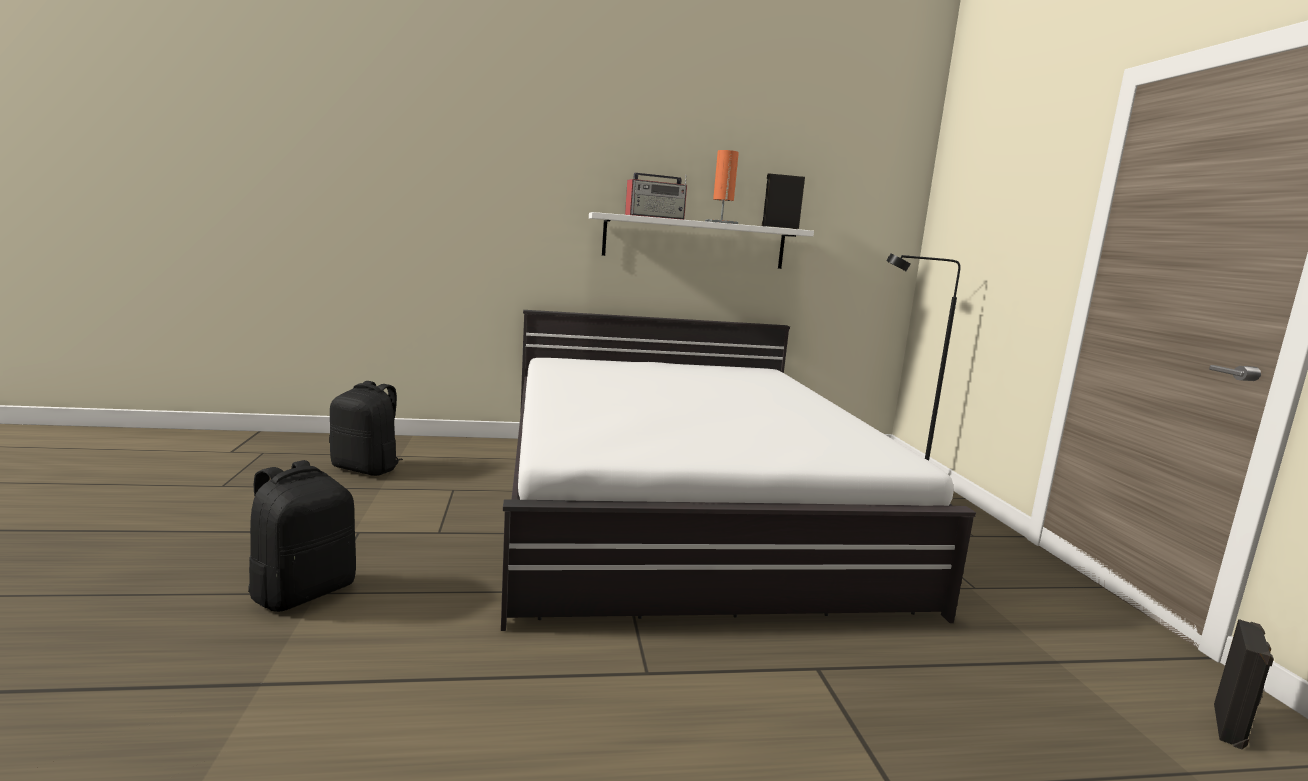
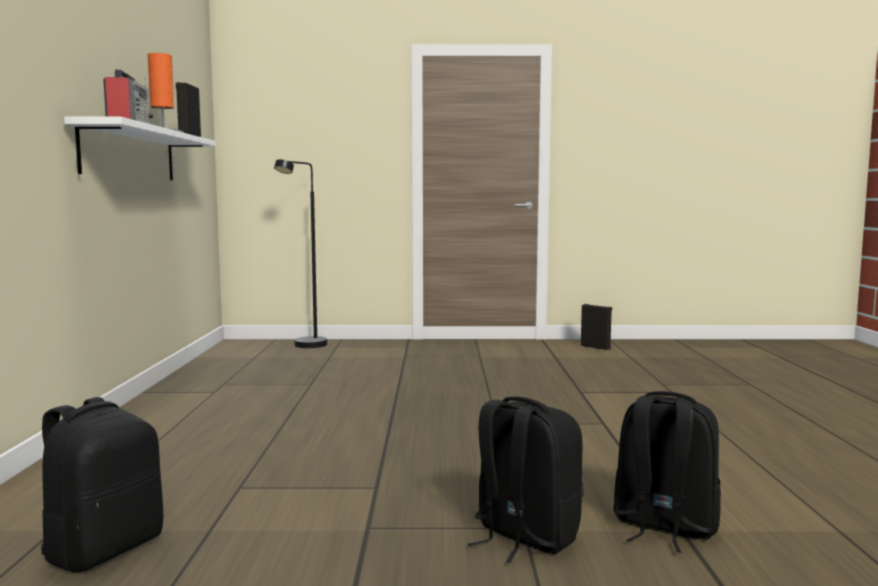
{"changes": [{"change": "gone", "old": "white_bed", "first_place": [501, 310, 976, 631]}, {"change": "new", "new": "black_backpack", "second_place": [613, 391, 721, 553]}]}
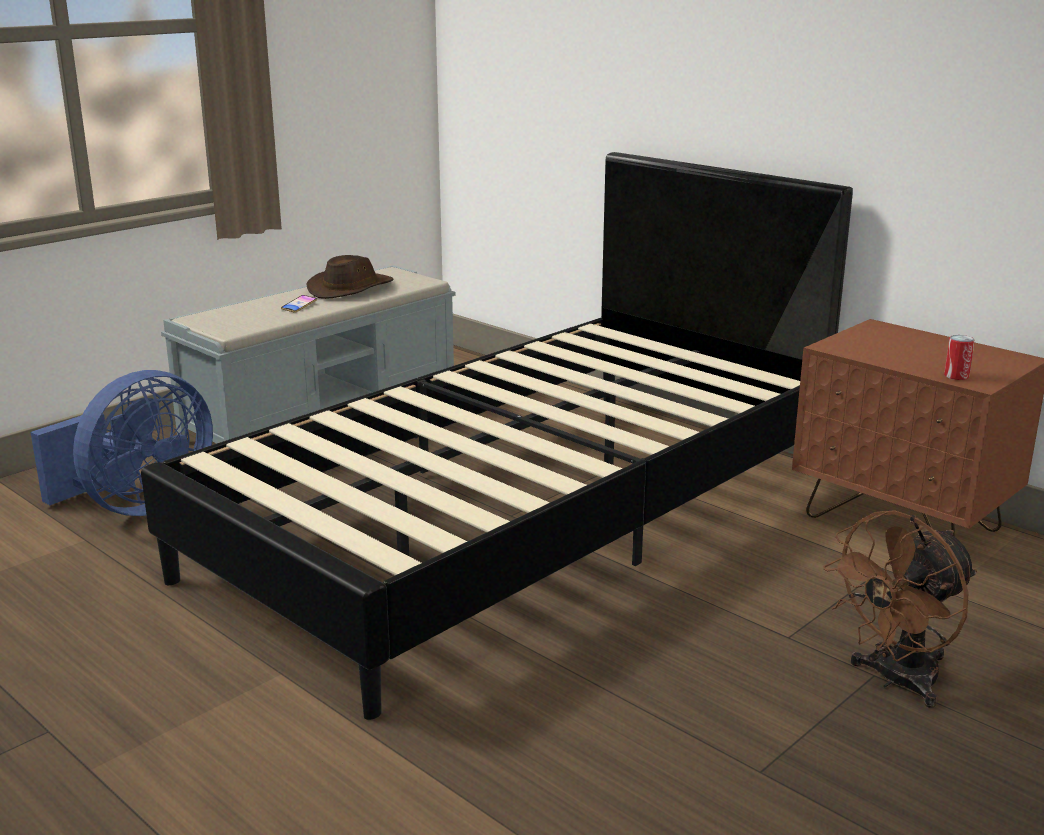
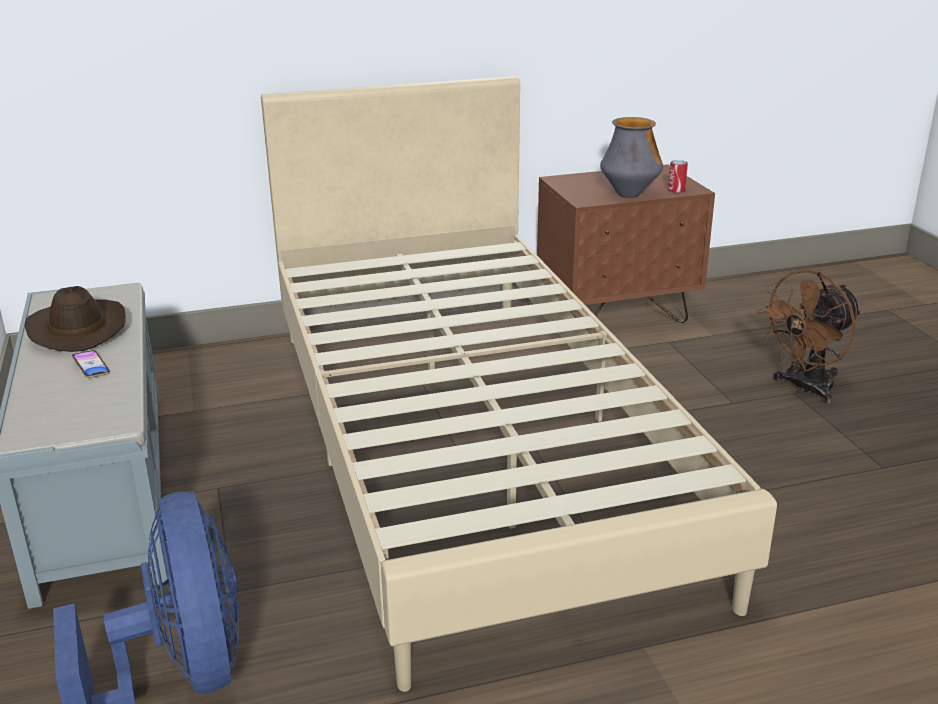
{"changes": [{"change": "repainted", "old": "black_bed", "new": "beige_bed", "first_place": [141, 152, 853, 720], "second_place": [261, 76, 777, 692]}, {"change": "rotated", "old": "brown_fan", "first_place": [823, 510, 977, 708], "second_place": [757, 270, 862, 404], "degrees": 60}, {"change": "new", "new": "vase", "second_place": [600, 117, 663, 198]}]}
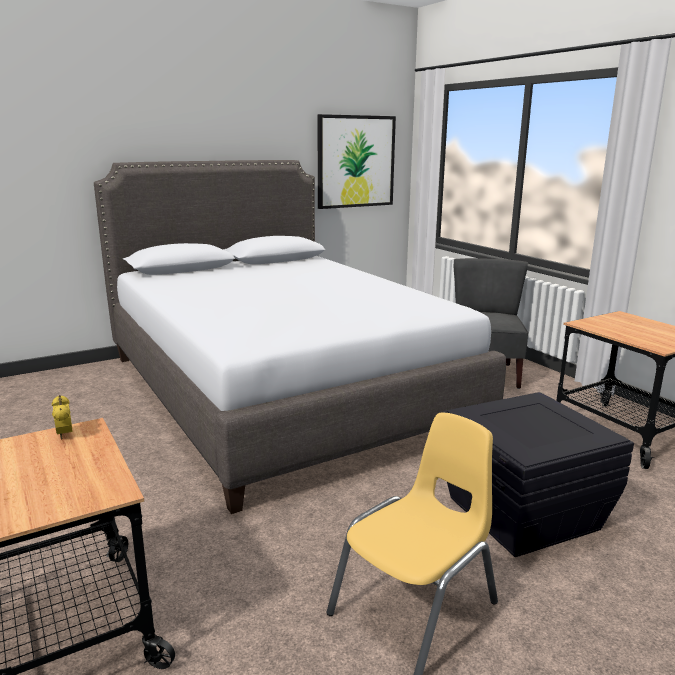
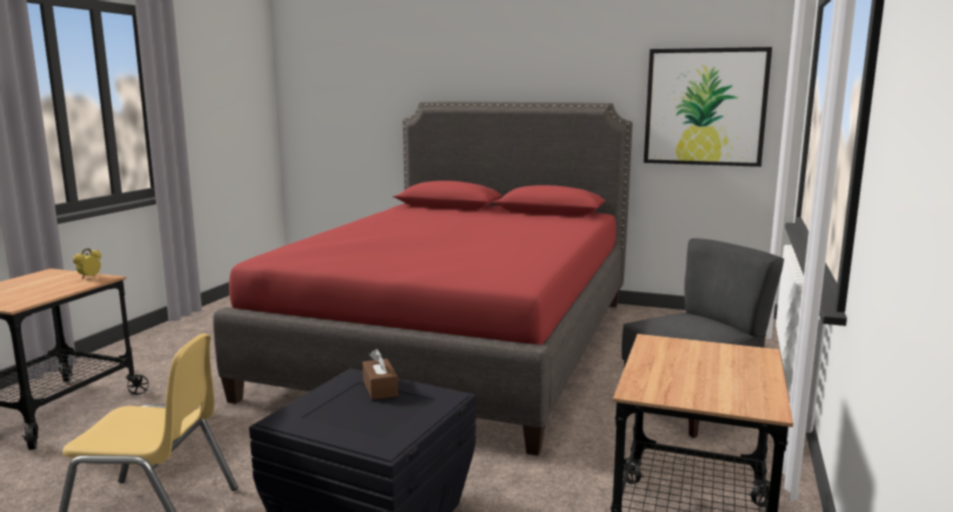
{"changes": [{"change": "repainted", "old": "grey_bed", "new": "red_bed", "first_place": [94, 160, 506, 514], "second_place": [213, 101, 633, 456]}, {"change": "new", "new": "brown_tissue_box", "second_place": [362, 349, 398, 400]}]}
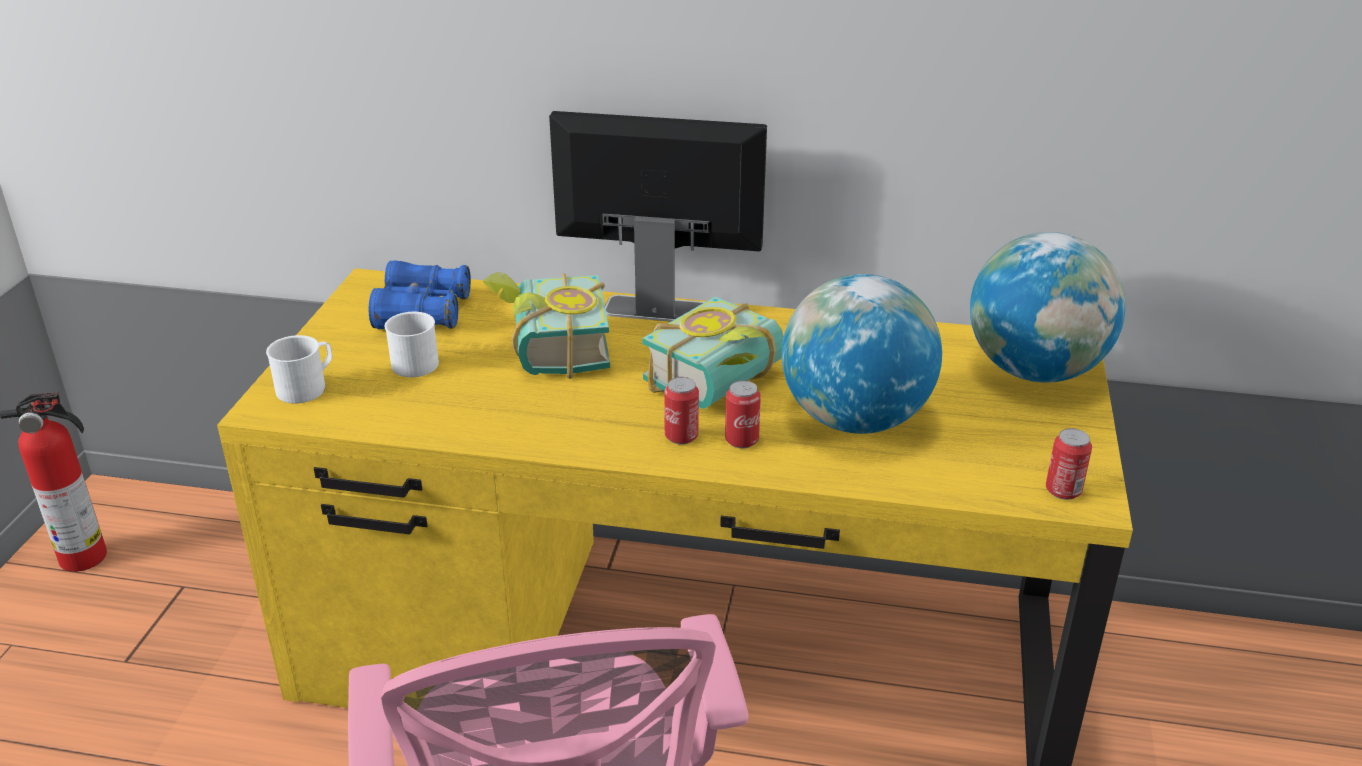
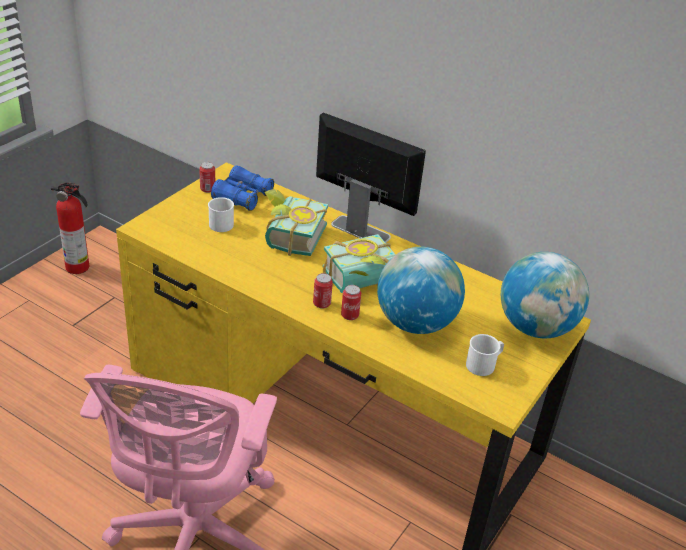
{"changes": [{"change": "shifted", "old": "white_mug", "first_place": [266, 335, 332, 404], "second_place": [466, 334, 504, 376]}, {"change": "shifted", "old": "can", "first_place": [1046, 428, 1092, 500], "second_place": [199, 162, 215, 193]}]}
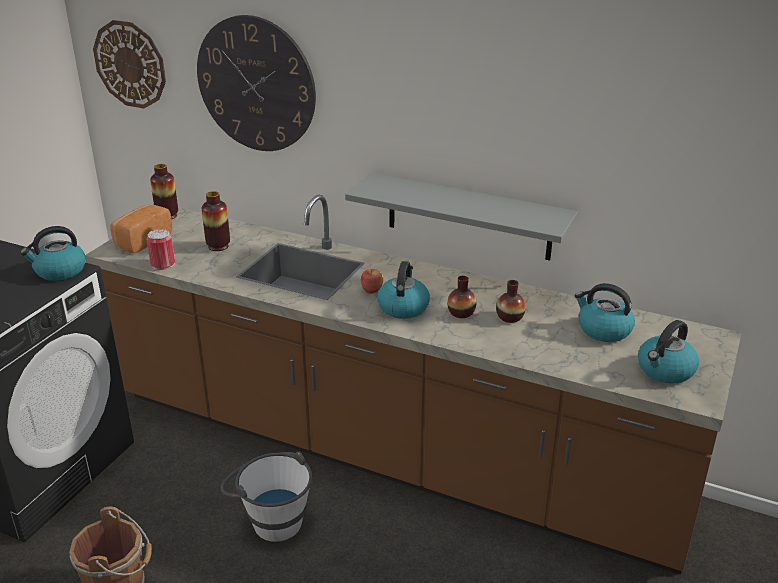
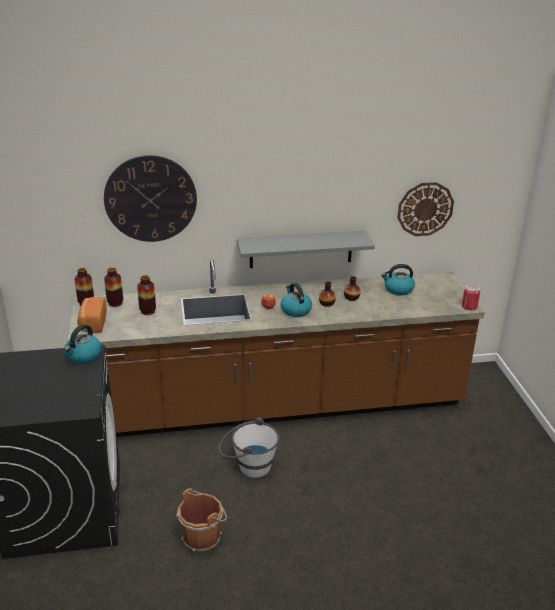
{"changes": [{"change": "shifted", "old": "wall_clock", "first_place": [93, 20, 166, 109], "second_place": [397, 182, 454, 236]}, {"change": "shifted", "old": "can", "first_place": [147, 229, 175, 270], "second_place": [462, 285, 480, 311]}, {"change": "gone", "old": "kettle", "first_place": [638, 320, 699, 384]}, {"change": "new", "new": "vase", "second_place": [104, 267, 123, 307]}]}
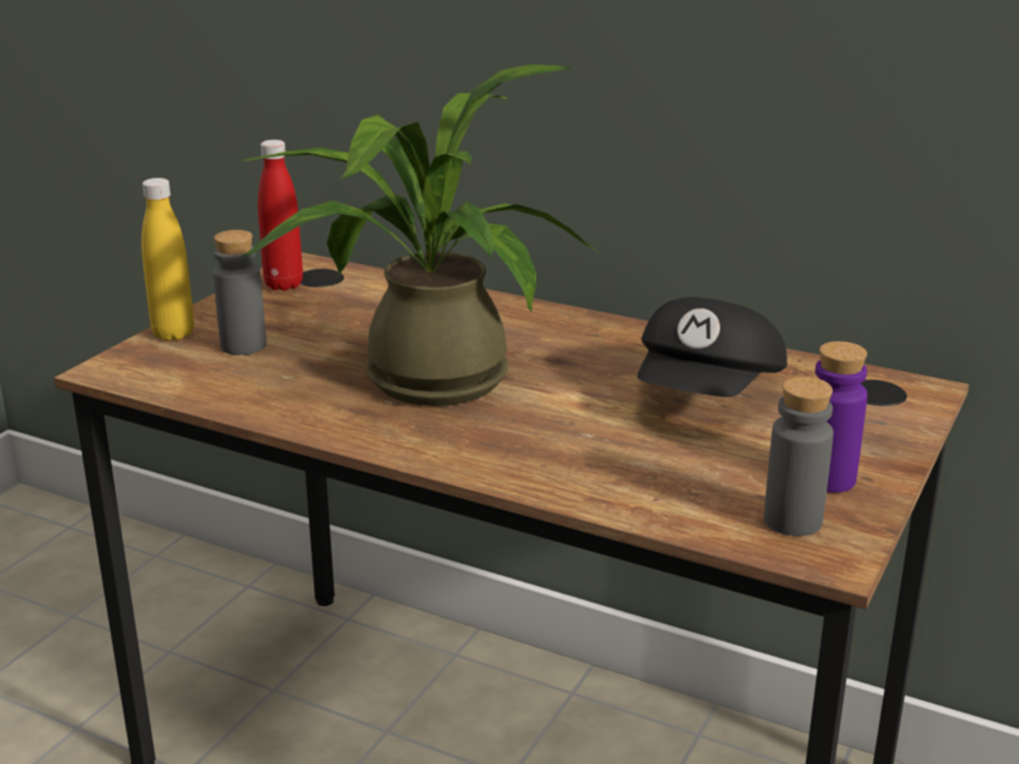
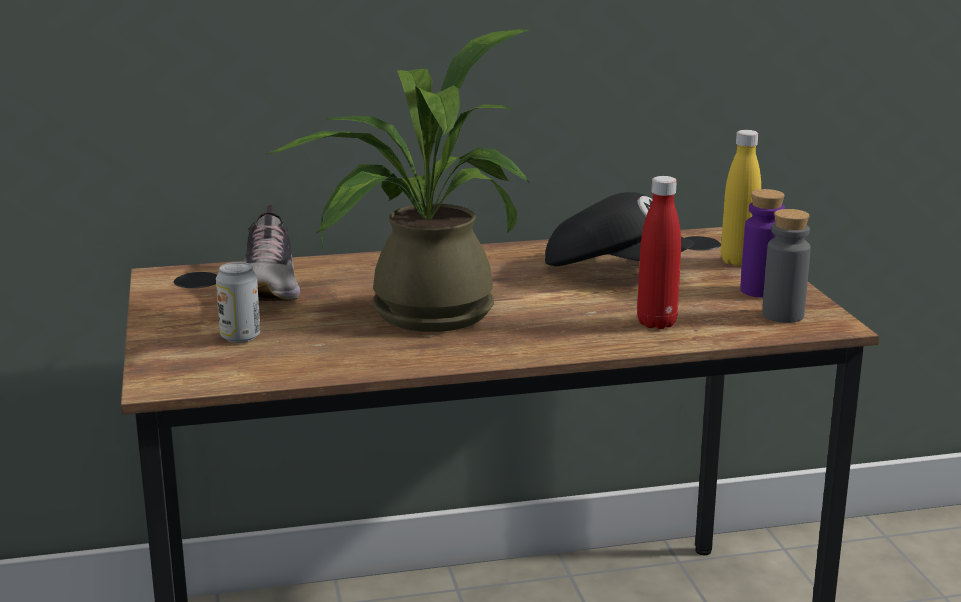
{"changes": [{"change": "shifted", "old": "yellow_bottle", "first_place": [141, 178, 194, 341], "second_place": [721, 130, 761, 266]}, {"change": "swapped", "old": "grey_bottle", "new": "can", "first_place": [213, 230, 266, 355], "second_place": [216, 262, 260, 343]}, {"change": "shifted", "old": "red_bottle", "first_place": [258, 140, 303, 291], "second_place": [637, 176, 681, 329]}, {"change": "rotated", "old": "black_cap", "first_place": [637, 297, 787, 397], "second_place": [545, 192, 694, 266], "degrees": -45}, {"change": "new", "new": "shoe", "second_place": [244, 205, 300, 301]}]}
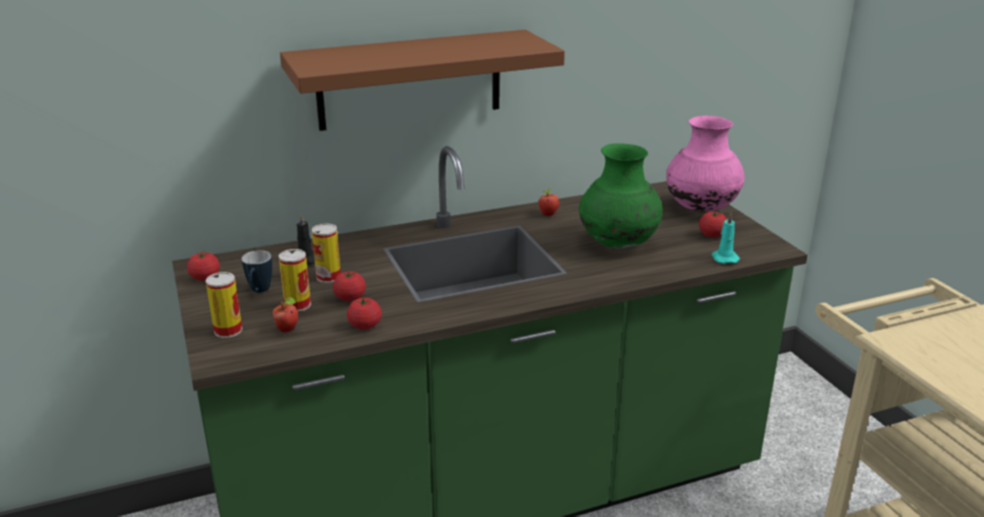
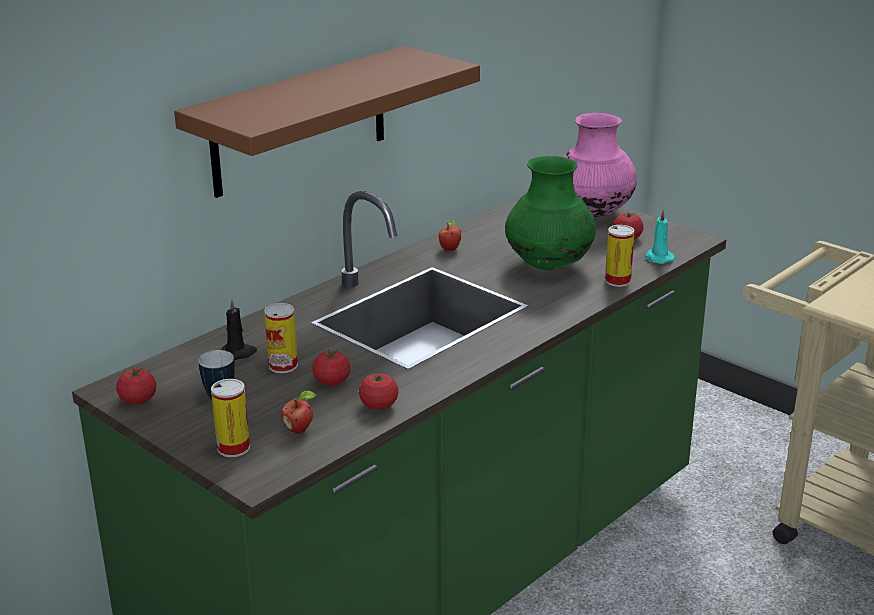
{"changes": [{"change": "shifted", "old": "can", "first_place": [279, 249, 311, 312], "second_place": [605, 225, 635, 287]}]}
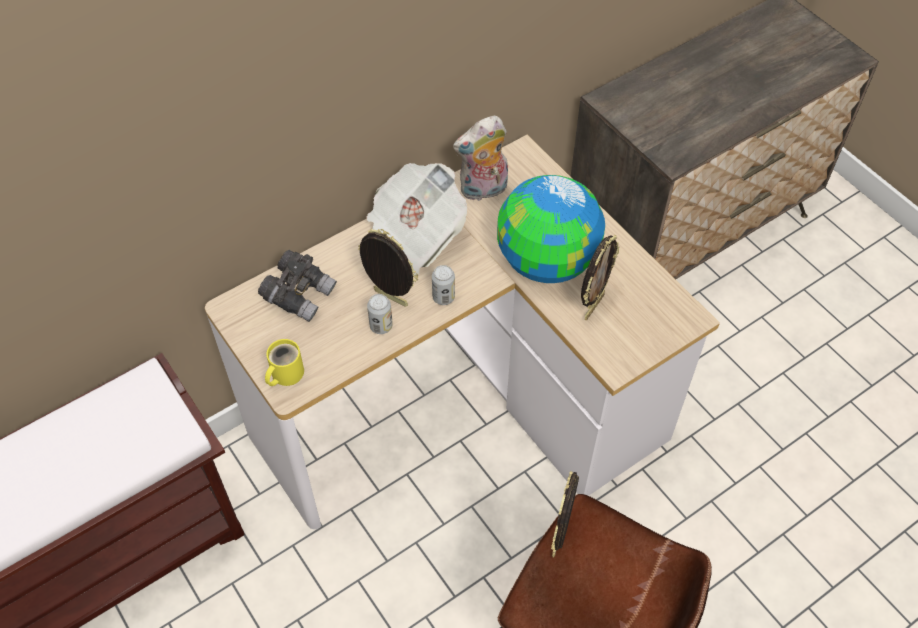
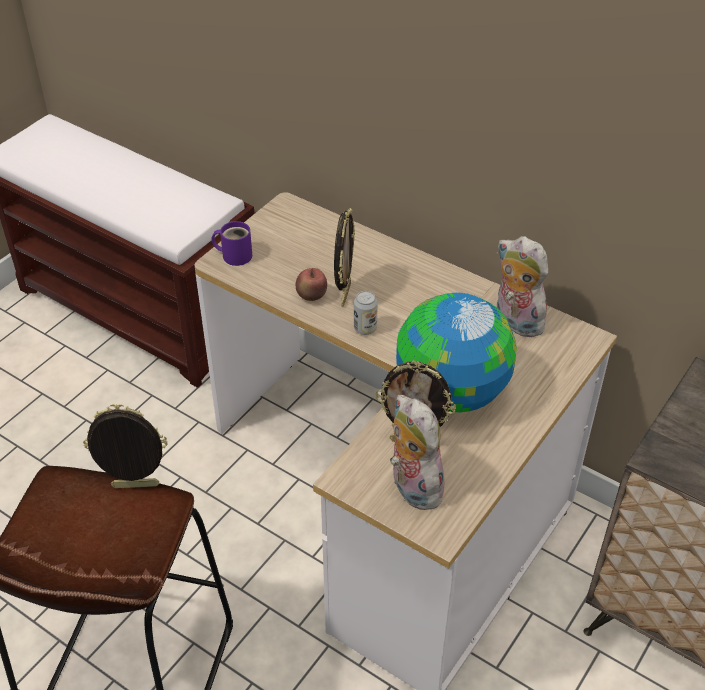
{"changes": [{"change": "gone", "old": "grey_binoculars", "first_place": [258, 250, 337, 322]}, {"change": "repainted", "old": "yellow_mug", "new": "purple_mug", "first_place": [265, 339, 304, 386], "second_place": [212, 221, 252, 266]}, {"change": "gone", "old": "newspaper", "first_place": [360, 163, 467, 276]}, {"change": "swapped", "old": "can", "new": "apple", "first_place": [367, 294, 393, 334], "second_place": [296, 268, 327, 301]}, {"change": "new", "new": "plush_toy", "second_place": [390, 395, 445, 510]}]}
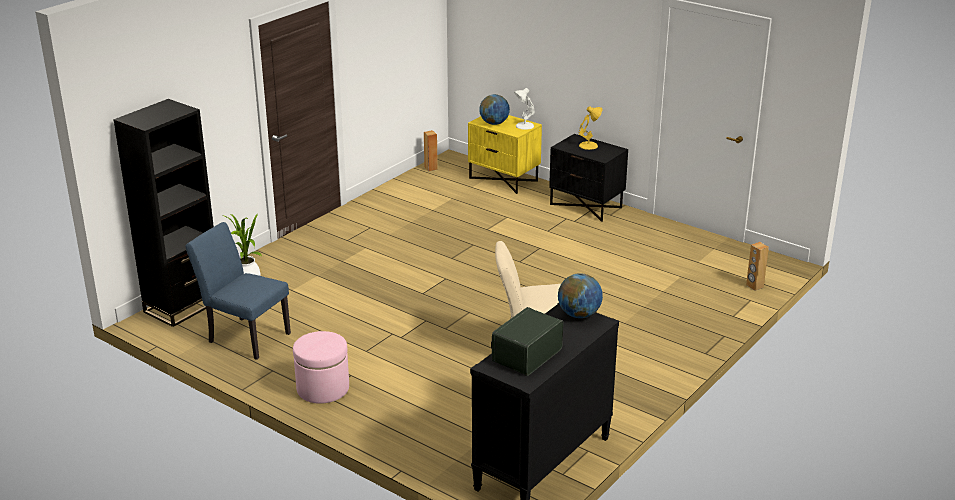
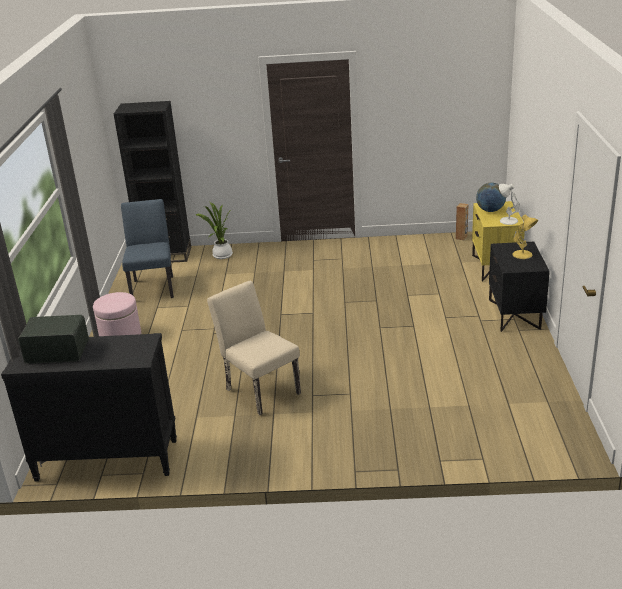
{"changes": [{"change": "gone", "old": "globe", "first_place": [558, 273, 603, 318]}, {"change": "gone", "old": "brown_speaker", "first_place": [746, 242, 769, 291]}]}
